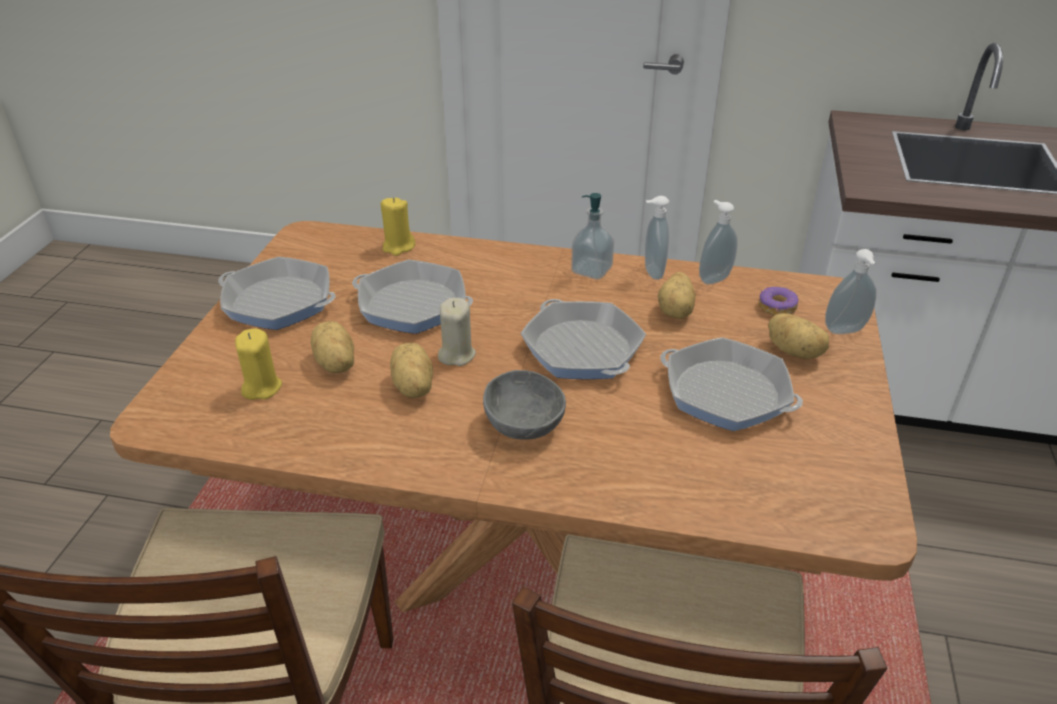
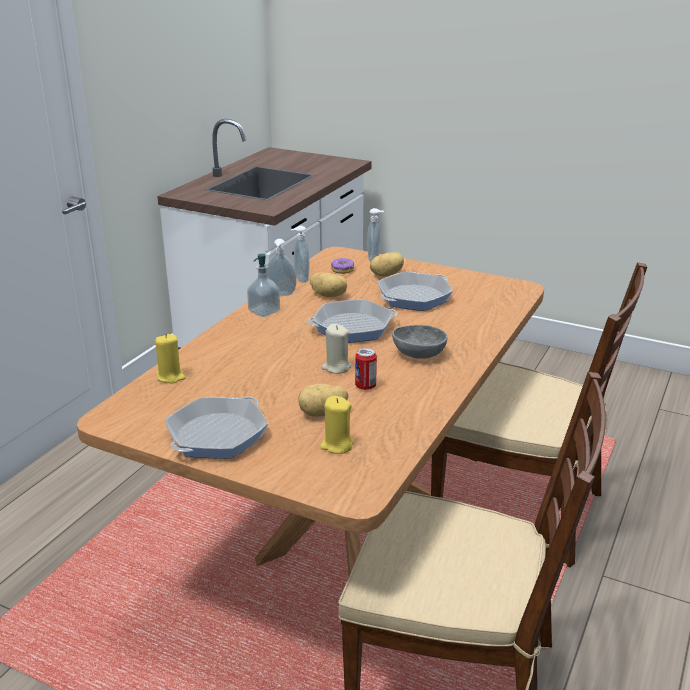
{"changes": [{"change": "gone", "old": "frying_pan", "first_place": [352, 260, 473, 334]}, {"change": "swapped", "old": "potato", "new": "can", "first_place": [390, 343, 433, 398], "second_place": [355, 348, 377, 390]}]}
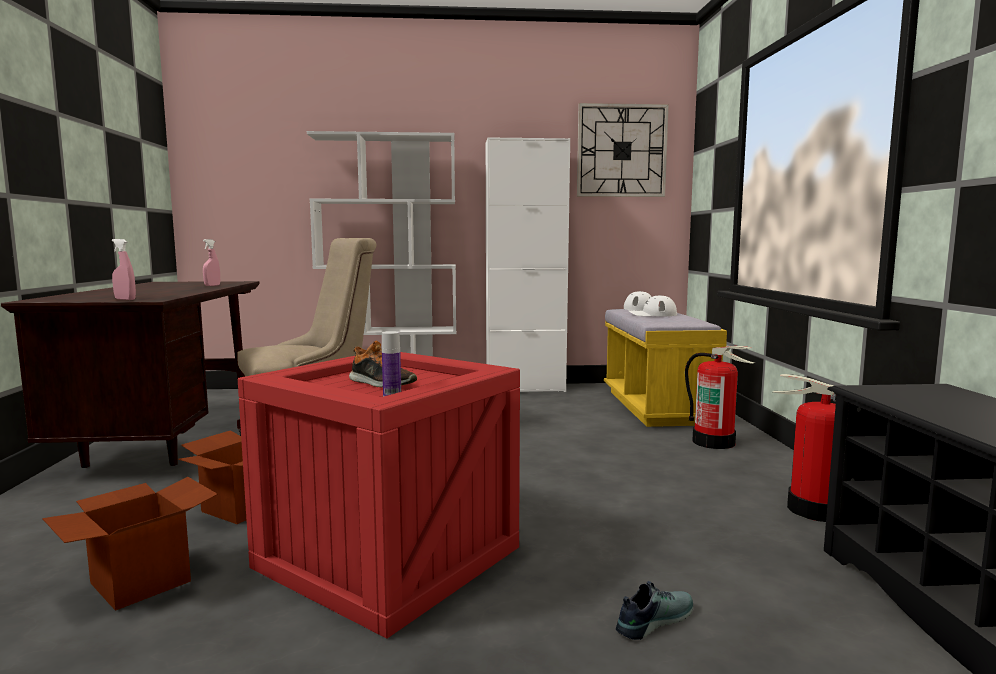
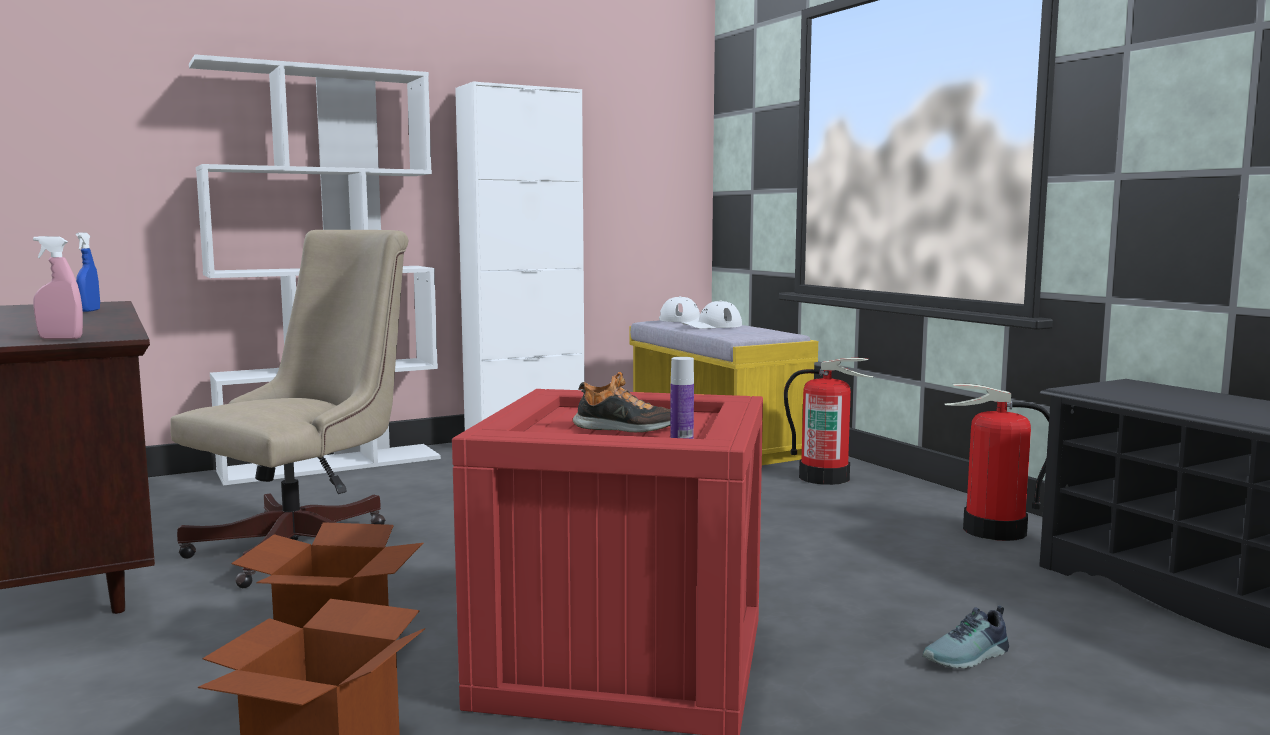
{"changes": [{"change": "repainted", "old": "pink_spray_bottle", "new": "blue_spray_bottle", "first_place": [203, 239, 220, 286], "second_place": [76, 232, 100, 312]}, {"change": "gone", "old": "wall_clock", "first_place": [577, 103, 669, 197]}, {"change": "rotated", "old": "shoe", "first_place": [616, 581, 694, 640], "second_place": [922, 605, 1009, 669], "degrees": -150}]}
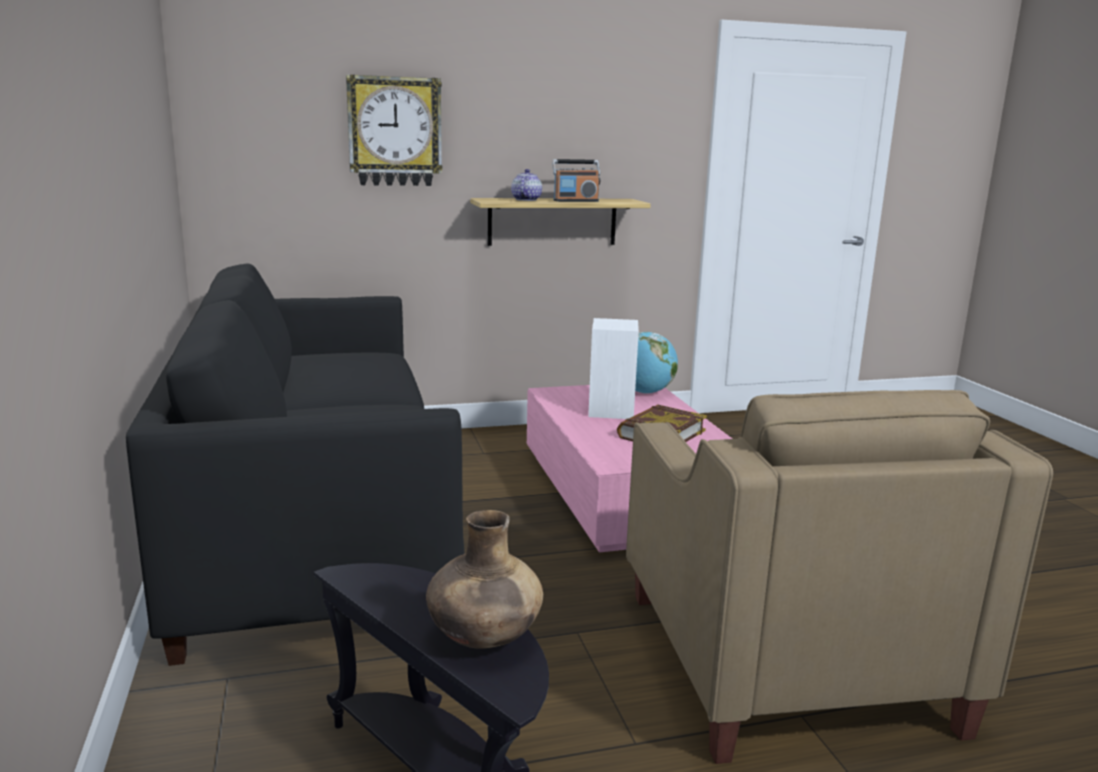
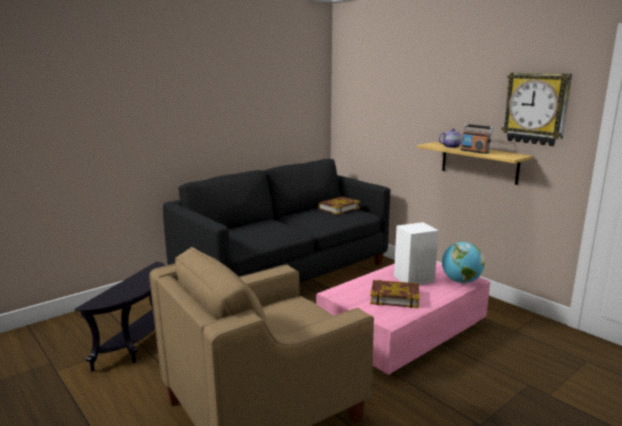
{"changes": [{"change": "shifted", "old": "wall_clock", "first_place": [346, 74, 442, 186], "second_place": [501, 73, 572, 146]}, {"change": "gone", "old": "brown_vase", "first_place": [426, 510, 543, 649]}, {"change": "new", "new": "book", "second_place": [318, 197, 360, 215]}]}
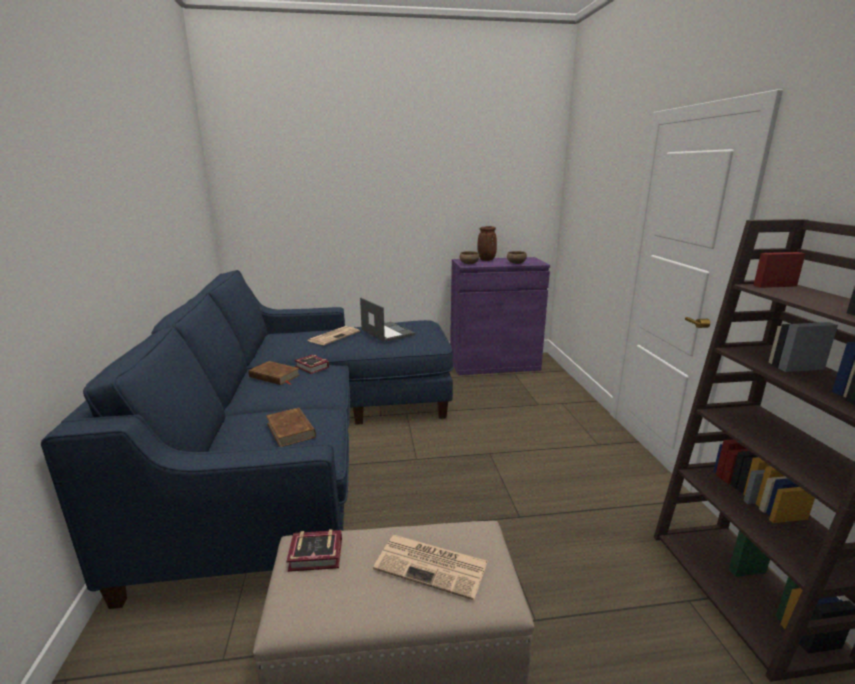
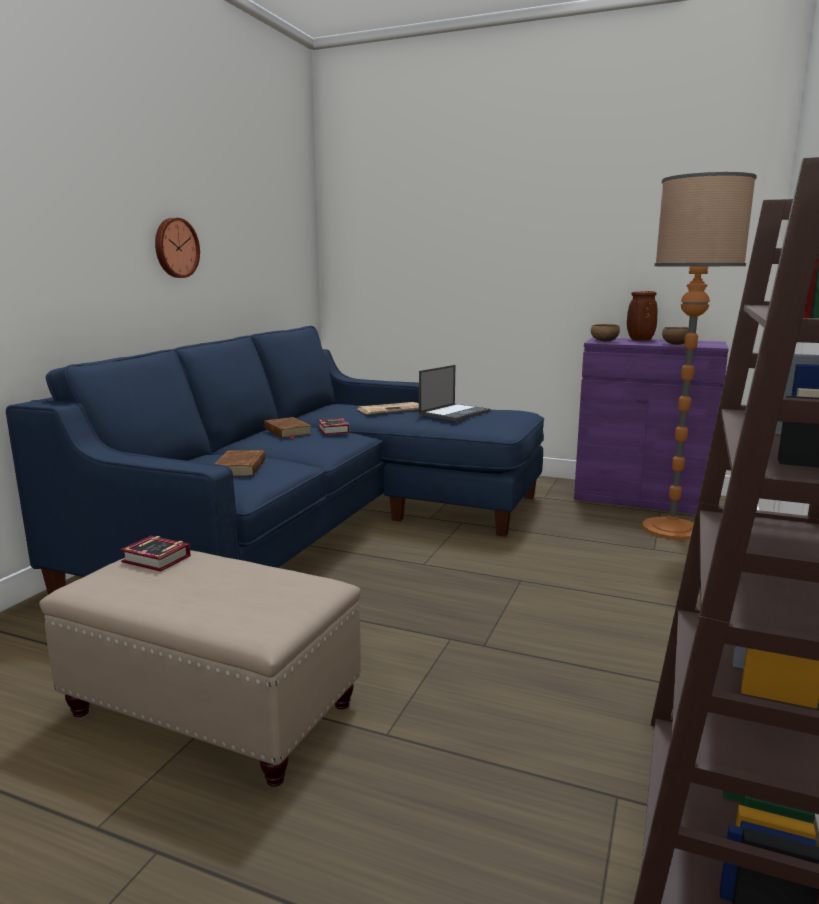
{"changes": [{"change": "rotated", "old": "laptop", "first_place": [360, 298, 415, 342], "second_place": [419, 365, 491, 421], "degrees": 45}, {"change": "gone", "old": "newspaper", "first_place": [373, 535, 488, 600]}, {"change": "new", "new": "wall_clock", "second_place": [155, 218, 200, 278]}, {"change": "new", "new": "floor_lamp", "second_place": [642, 172, 757, 540]}]}
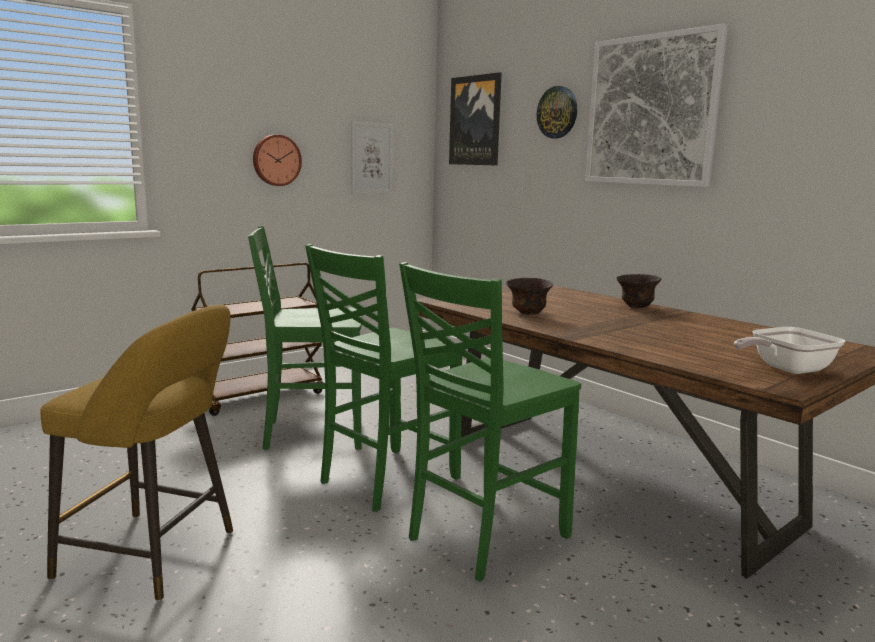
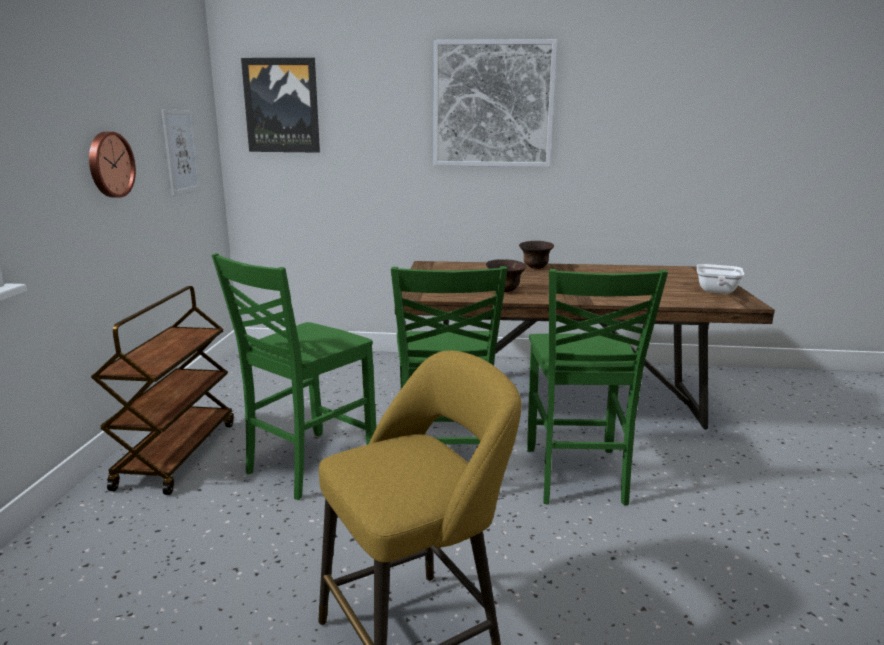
{"changes": [{"change": "gone", "old": "wall_clock", "first_place": [537, 86, 577, 139]}]}
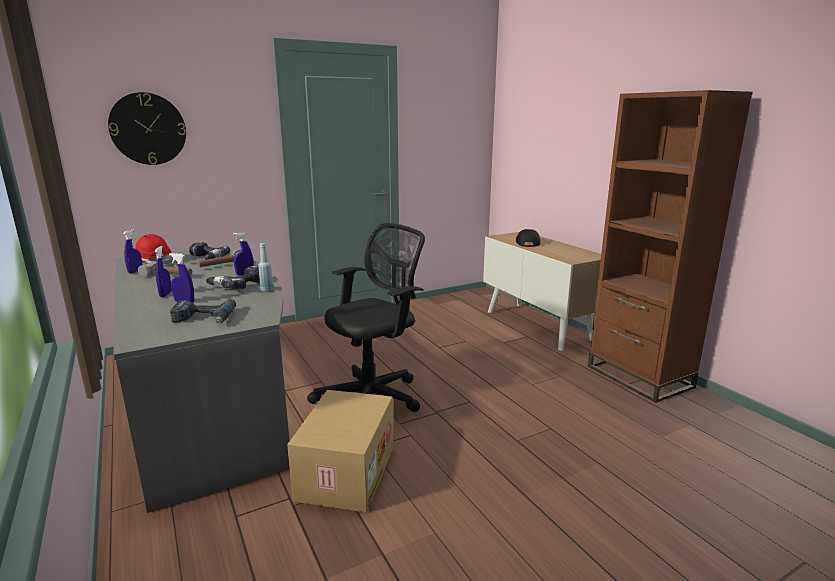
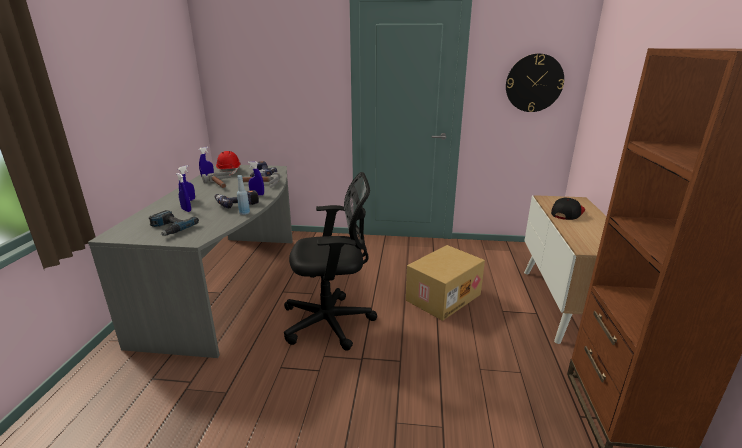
{"changes": [{"change": "shifted", "old": "wall_clock", "first_place": [108, 92, 186, 165], "second_place": [506, 54, 564, 112]}, {"change": "shifted", "old": "cardboard_box", "first_place": [287, 390, 393, 513], "second_place": [406, 245, 485, 321]}]}
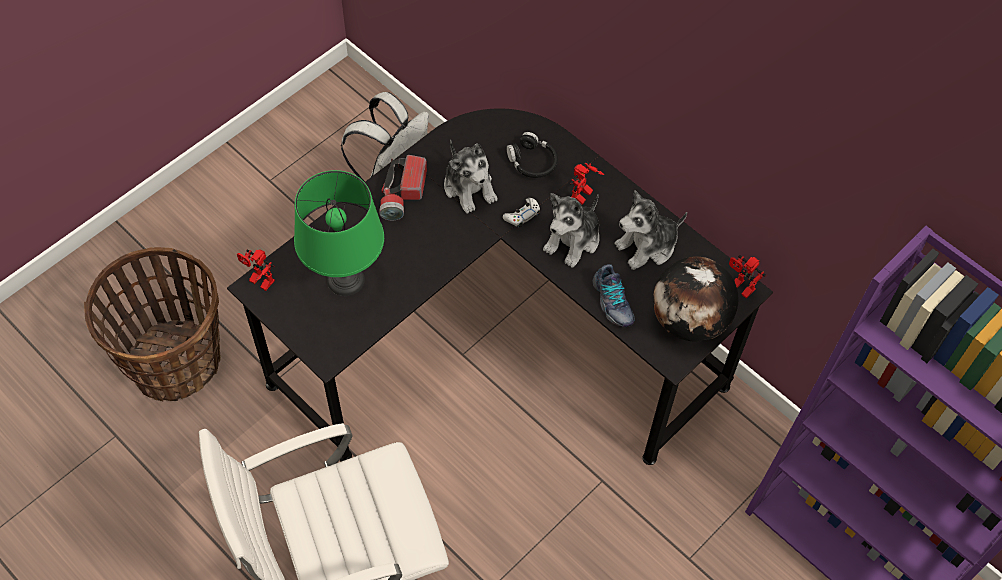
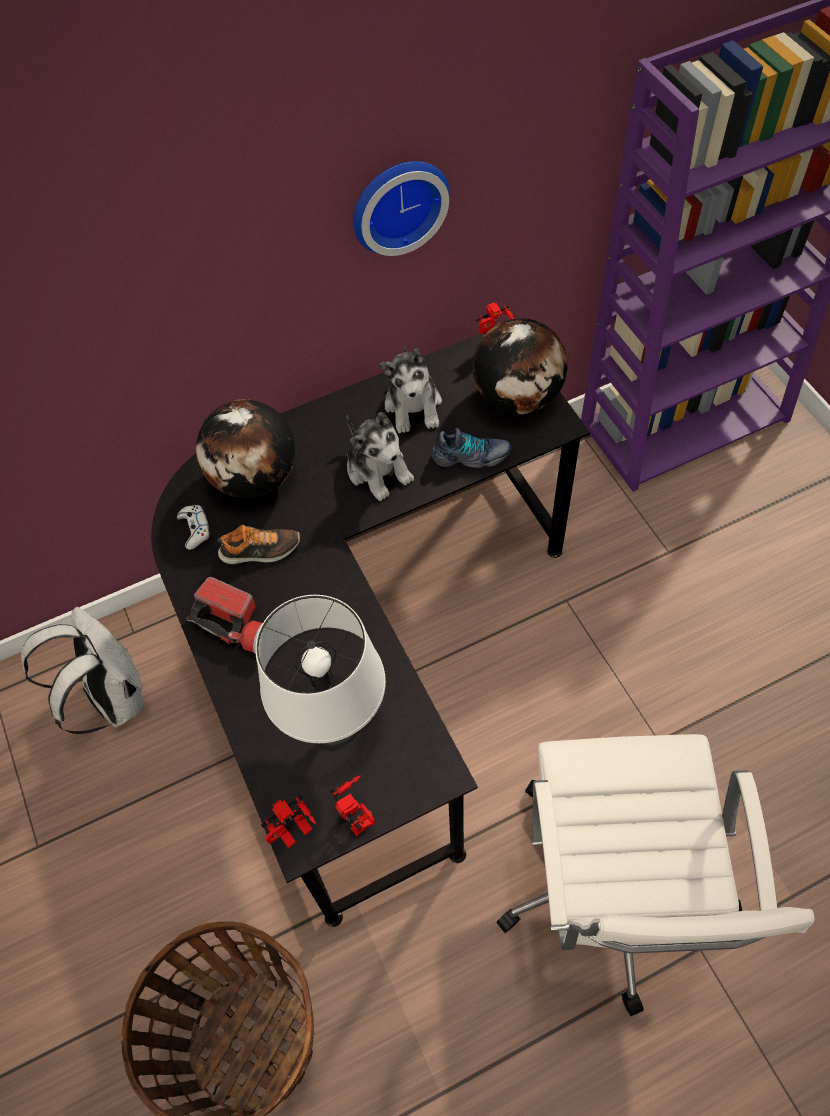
{"changes": [{"change": "repainted", "old": "green_table_lamp", "new": "white_table_lamp", "first_place": [294, 170, 384, 296], "second_place": [255, 595, 386, 748]}, {"change": "swapped", "old": "plush_toy", "new": "shoe", "first_place": [444, 140, 497, 213], "second_place": [218, 525, 300, 564]}, {"change": "shifted", "old": "white_game_controller", "first_place": [503, 198, 540, 228], "second_place": [177, 505, 212, 550]}, {"change": "swapped", "old": "black_headphones", "new": "globe", "first_place": [506, 132, 558, 178], "second_place": [196, 399, 295, 498]}, {"change": "shifted", "old": "toy_robot", "first_place": [570, 161, 604, 205], "second_place": [330, 775, 376, 836]}, {"change": "new", "new": "wall_clock", "second_place": [353, 161, 450, 256]}]}
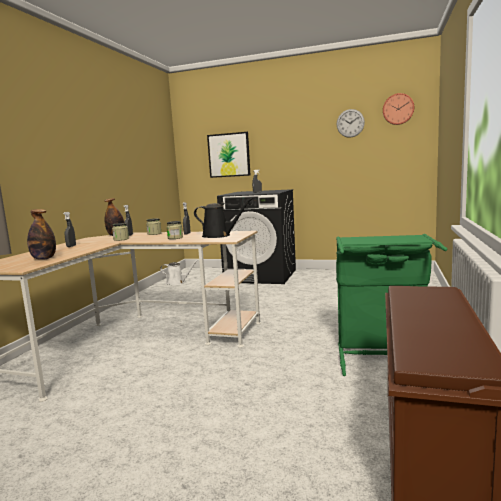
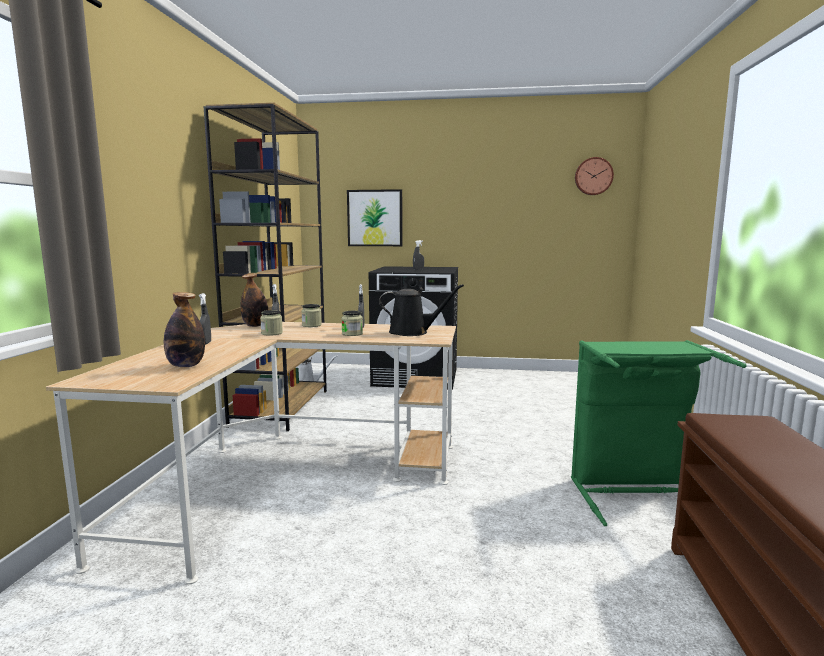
{"changes": [{"change": "gone", "old": "wall_clock", "first_place": [337, 109, 365, 138]}, {"change": "new", "new": "brown_bookcase", "second_place": [204, 103, 327, 431]}]}
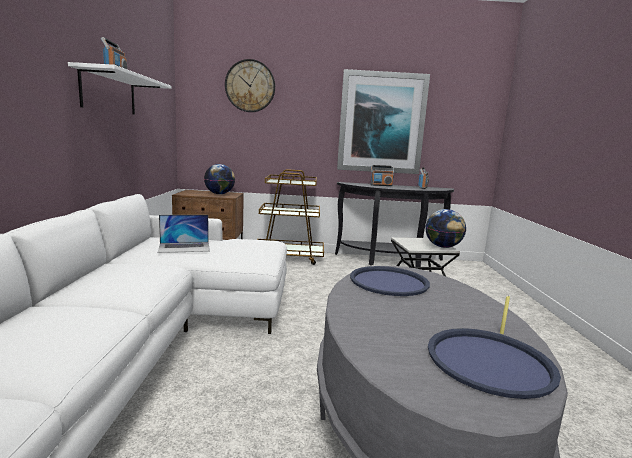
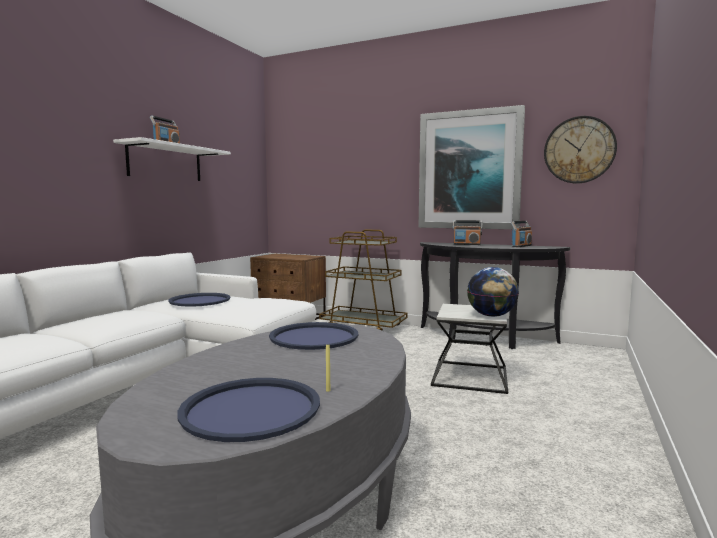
{"changes": [{"change": "swapped", "old": "laptop", "new": "blue_tray", "first_place": [158, 215, 210, 253], "second_place": [168, 293, 231, 307]}, {"change": "gone", "old": "globe", "first_place": [204, 164, 235, 194]}, {"change": "shifted", "old": "wall_clock", "first_place": [225, 59, 275, 112], "second_place": [544, 116, 617, 183]}]}
